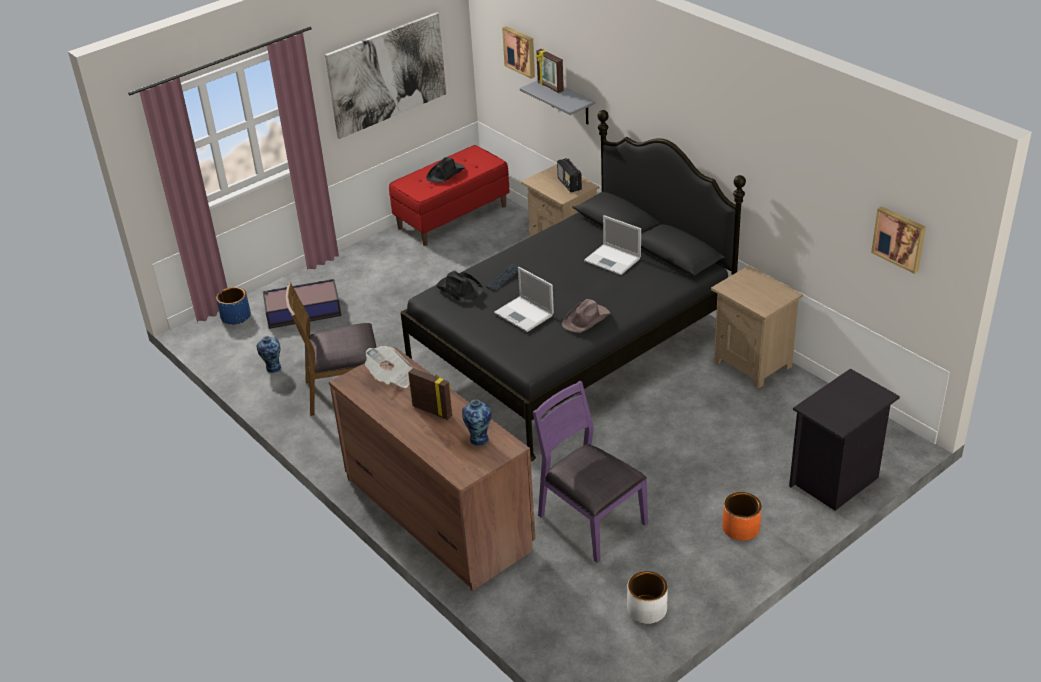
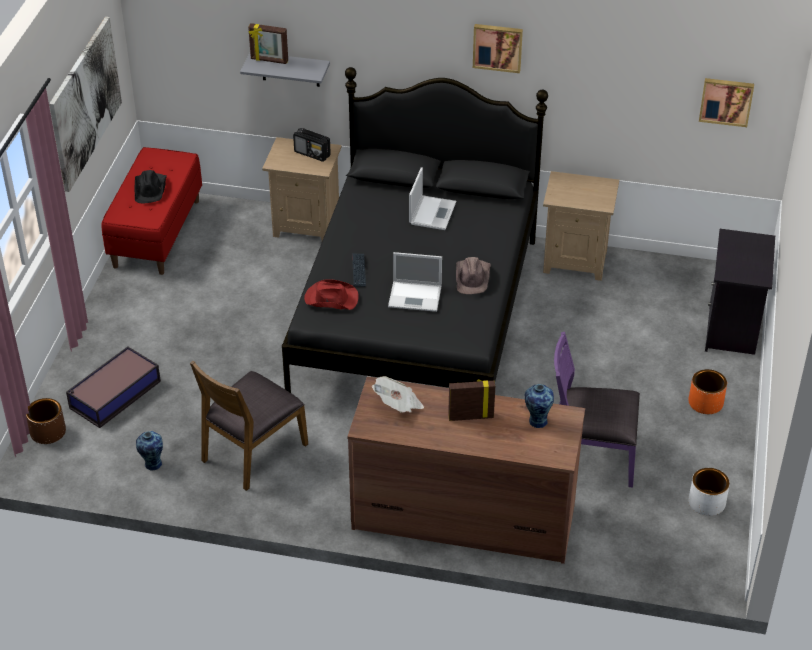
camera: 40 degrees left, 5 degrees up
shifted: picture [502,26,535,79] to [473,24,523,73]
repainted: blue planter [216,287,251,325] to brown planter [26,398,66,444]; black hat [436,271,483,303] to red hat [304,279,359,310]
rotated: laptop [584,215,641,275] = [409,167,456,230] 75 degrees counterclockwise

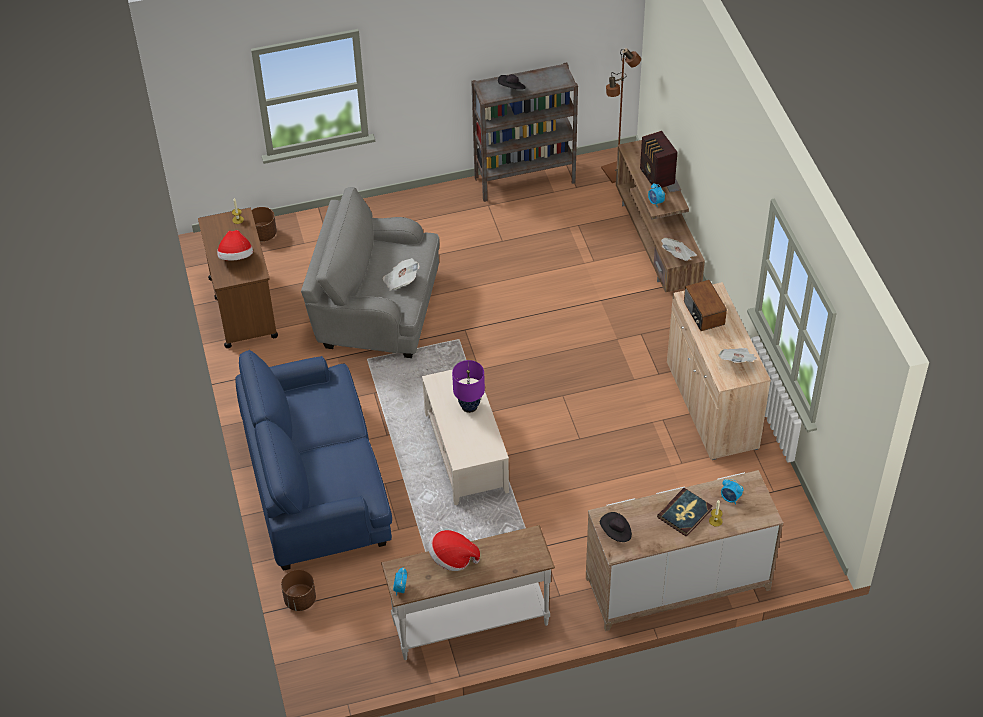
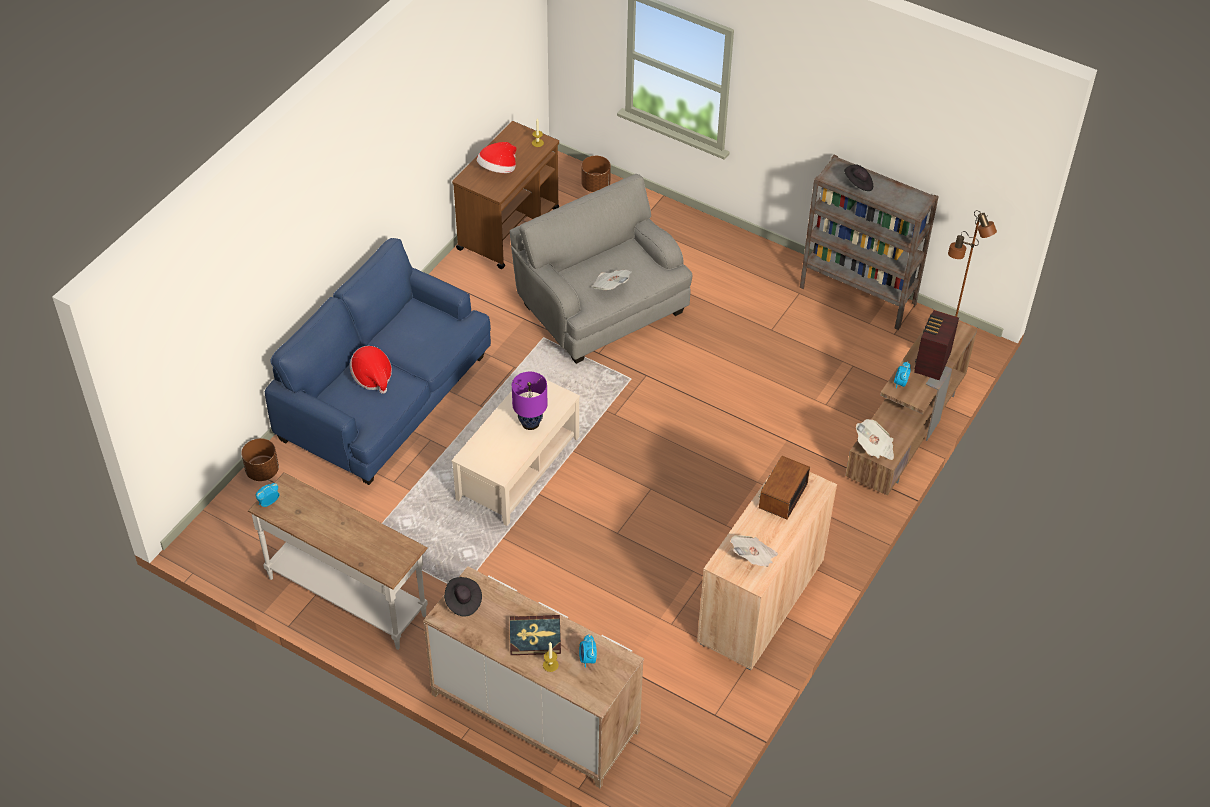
camera: 45 degrees right, 0 degrees up
shifted: hat [428,530,480,571] to [350,346,392,394]

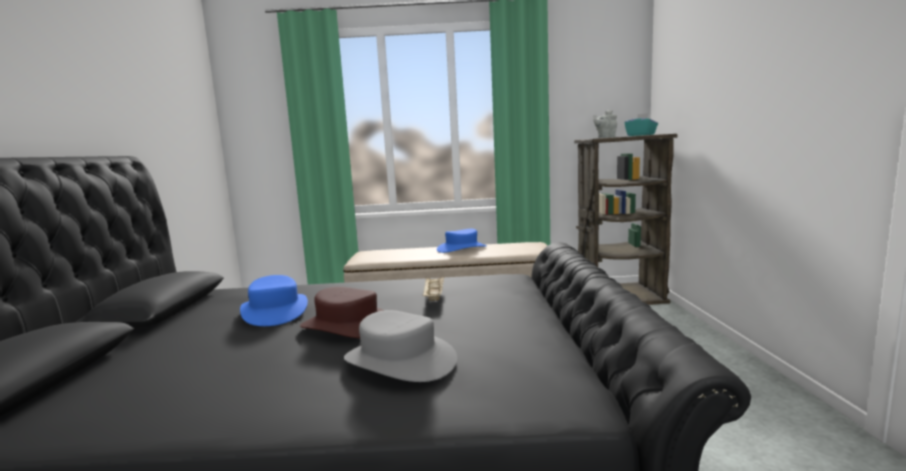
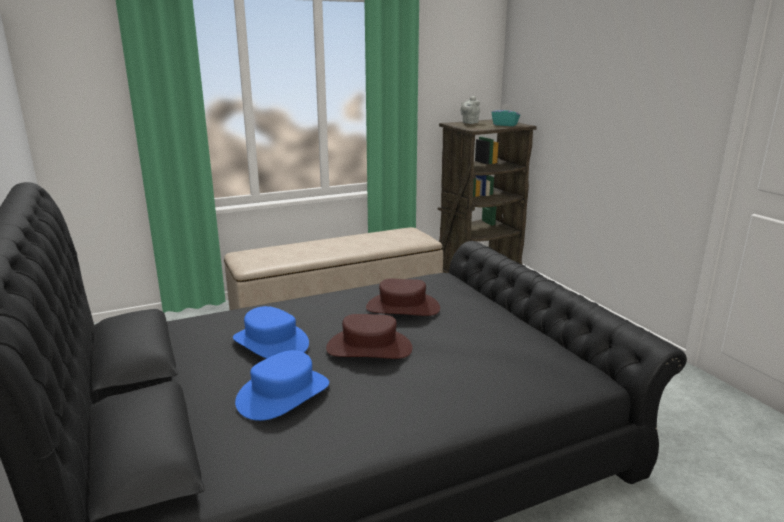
camera: 25 degrees left, 10 degrees up
gone: grey hat [344,310,457,382]
shifted: blue hat [437,229,487,253] to [235,350,329,421]
swapped: beige tray [423,277,444,301] to brown hat [366,278,440,316]

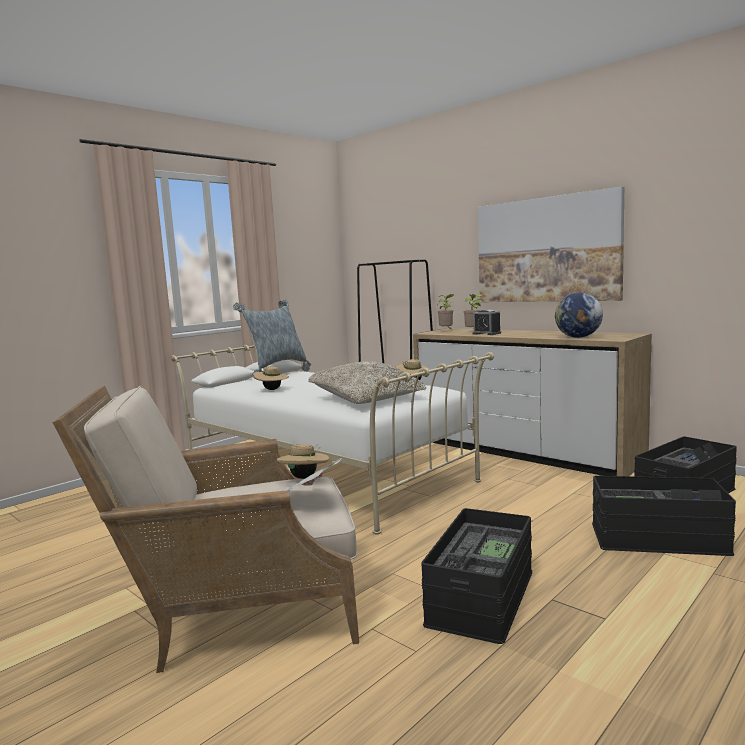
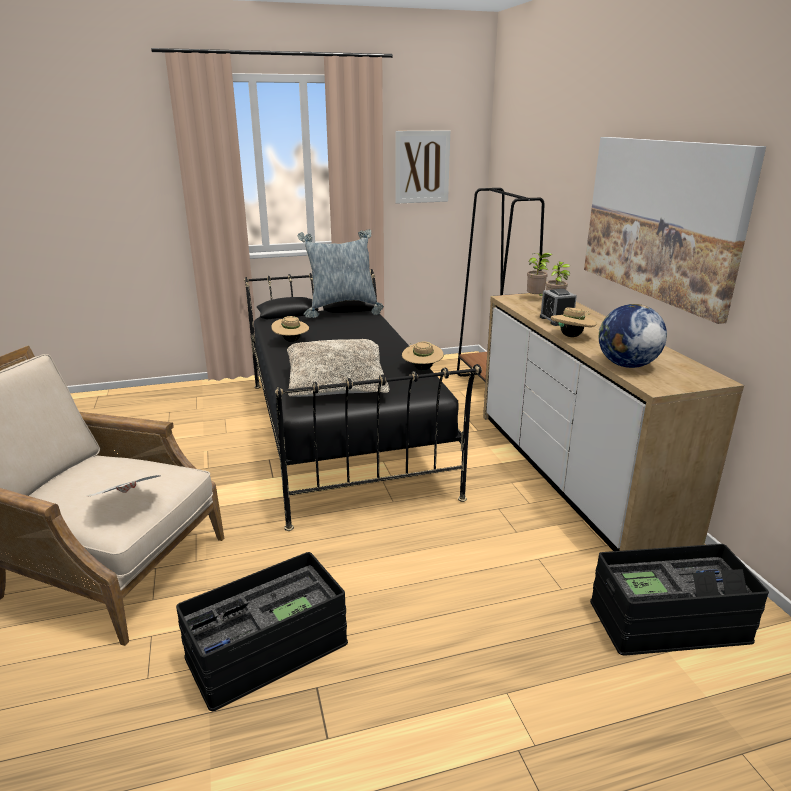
camera: 30 degrees right, 15 degrees up
gone: black storage box [592,476,736,556]
new: picture [395,130,450,204]
shifted: beige hat [277,444,330,479] to [551,307,597,337]
repainted: white bed [171,345,494,535] to black bed [244,269,482,531]

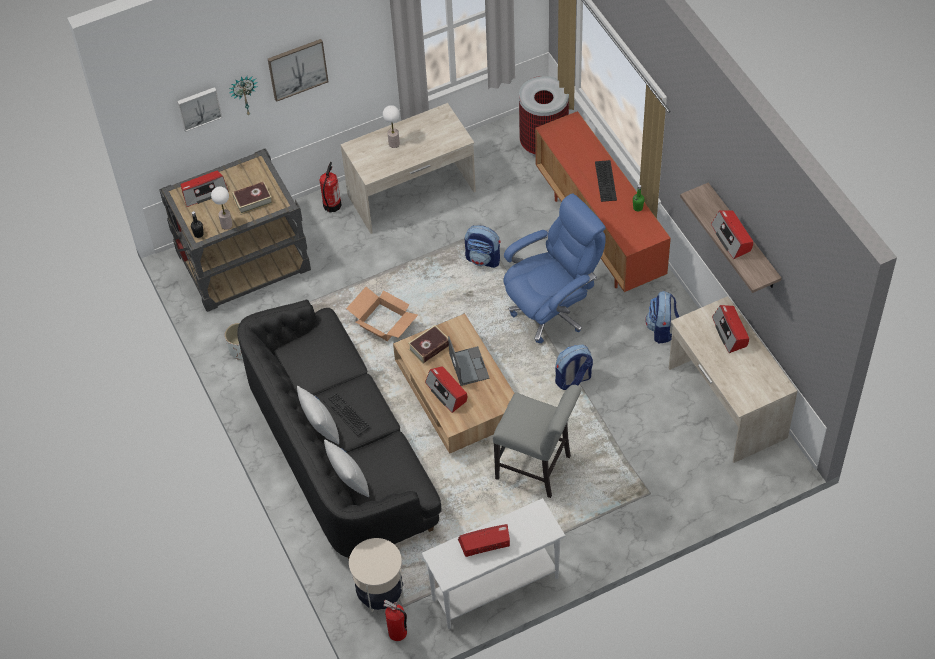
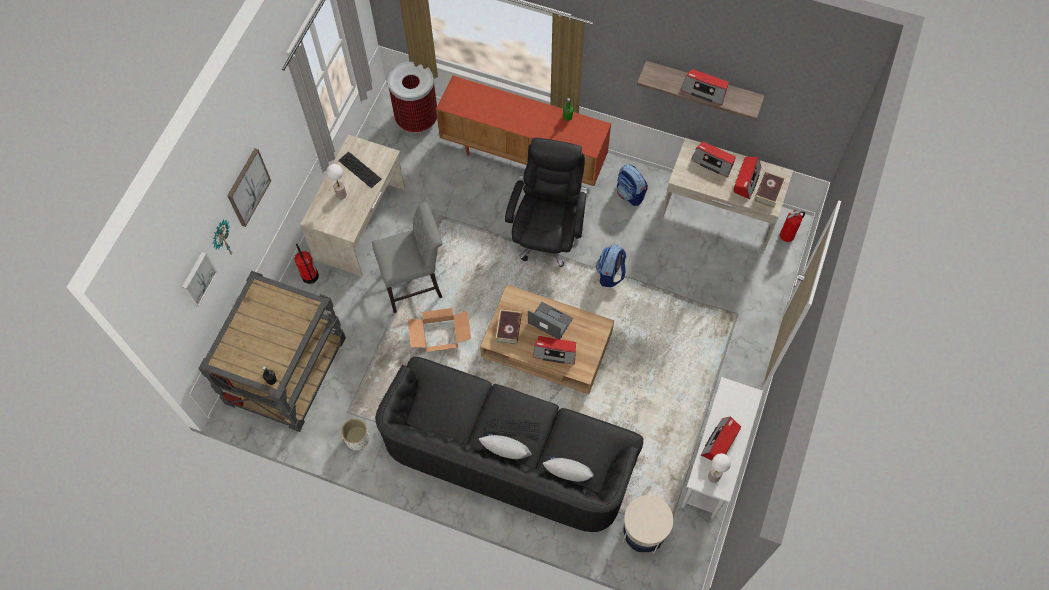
camera: 45 degrees left, 10 degrees up
gone: backpack [465,225,500,268]
shifted: radio [180,170,228,207] to [734,157,761,200]; table lamp [211,186,233,229] to [708,453,731,483]; book [232,181,273,215] to [754,172,786,208]; fire extinguisher [383,600,407,641] to [780,210,805,242]; grey stool [493,385,581,498] to [372,203,442,313]; keyboard [595,160,617,202] to [338,152,381,188]
repainted: blue office chair [504,193,606,344] to black office chair [505,138,587,267]

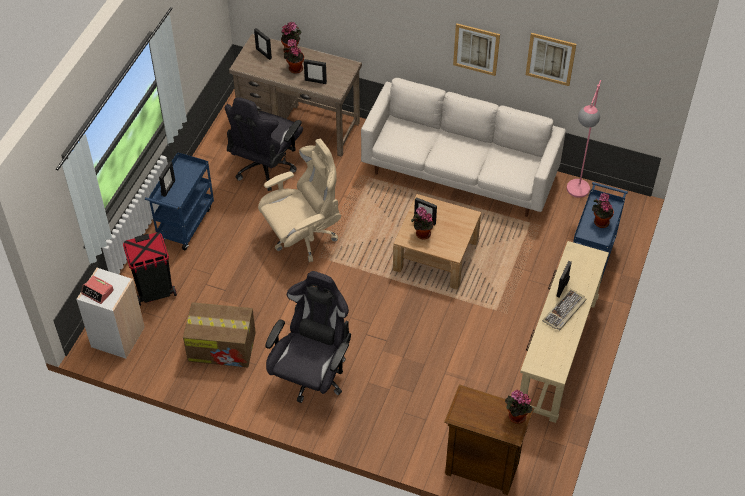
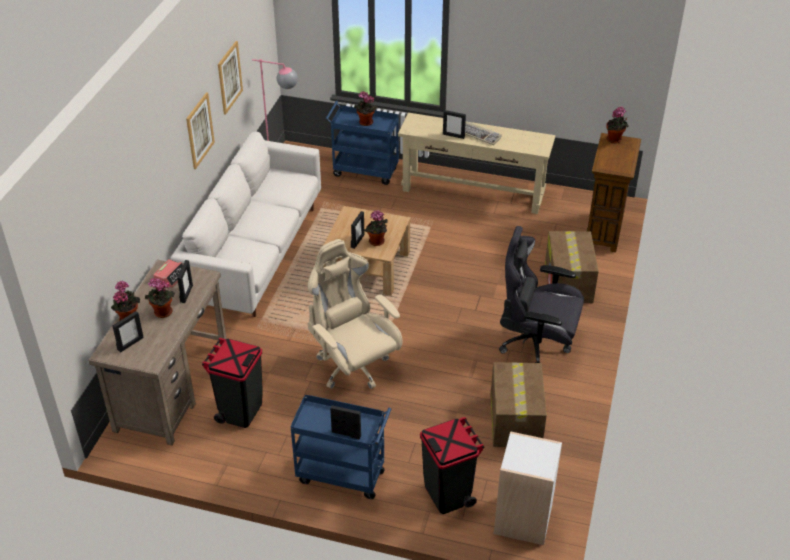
camera: 95 degrees left, 10 degrees down
new: cardboard box [545,231,599,303]
shifted: alarm clock [81,275,114,304] to [153,259,183,288]
swapped: black office chair [225,97,303,191] to black trash can [202,338,263,428]

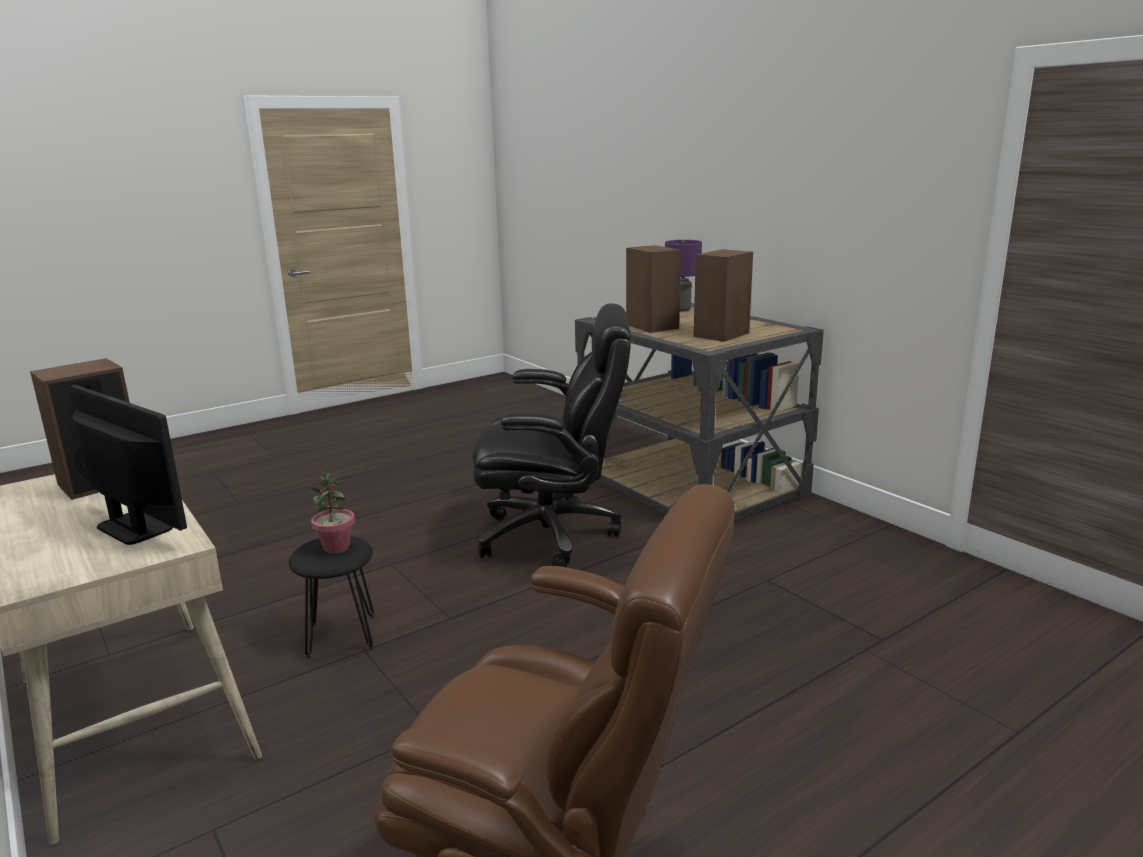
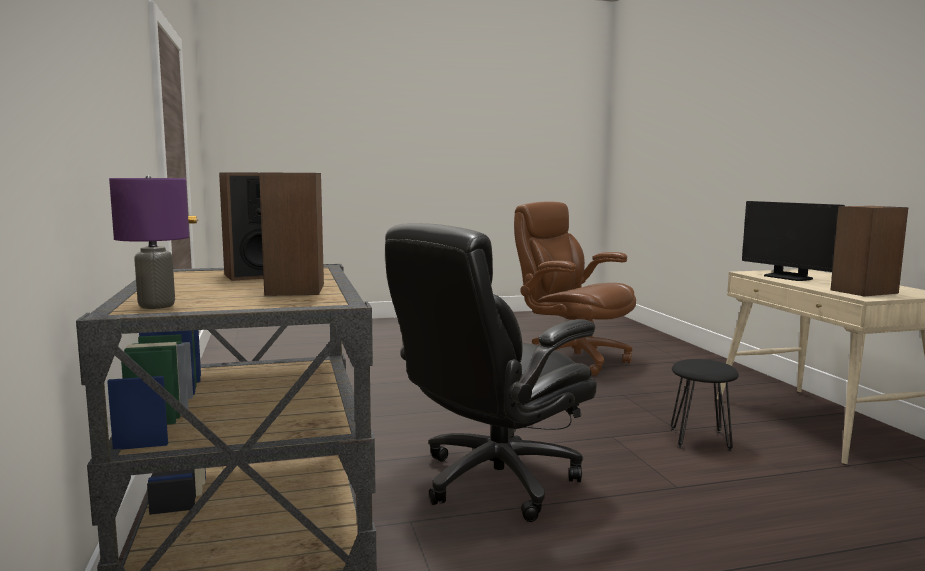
camera: 160 degrees left, 10 degrees down
gone: potted plant [310,472,355,553]
rotated: black office chair [473,303,631,567] = [385,223,597,522] 60 degrees counterclockwise

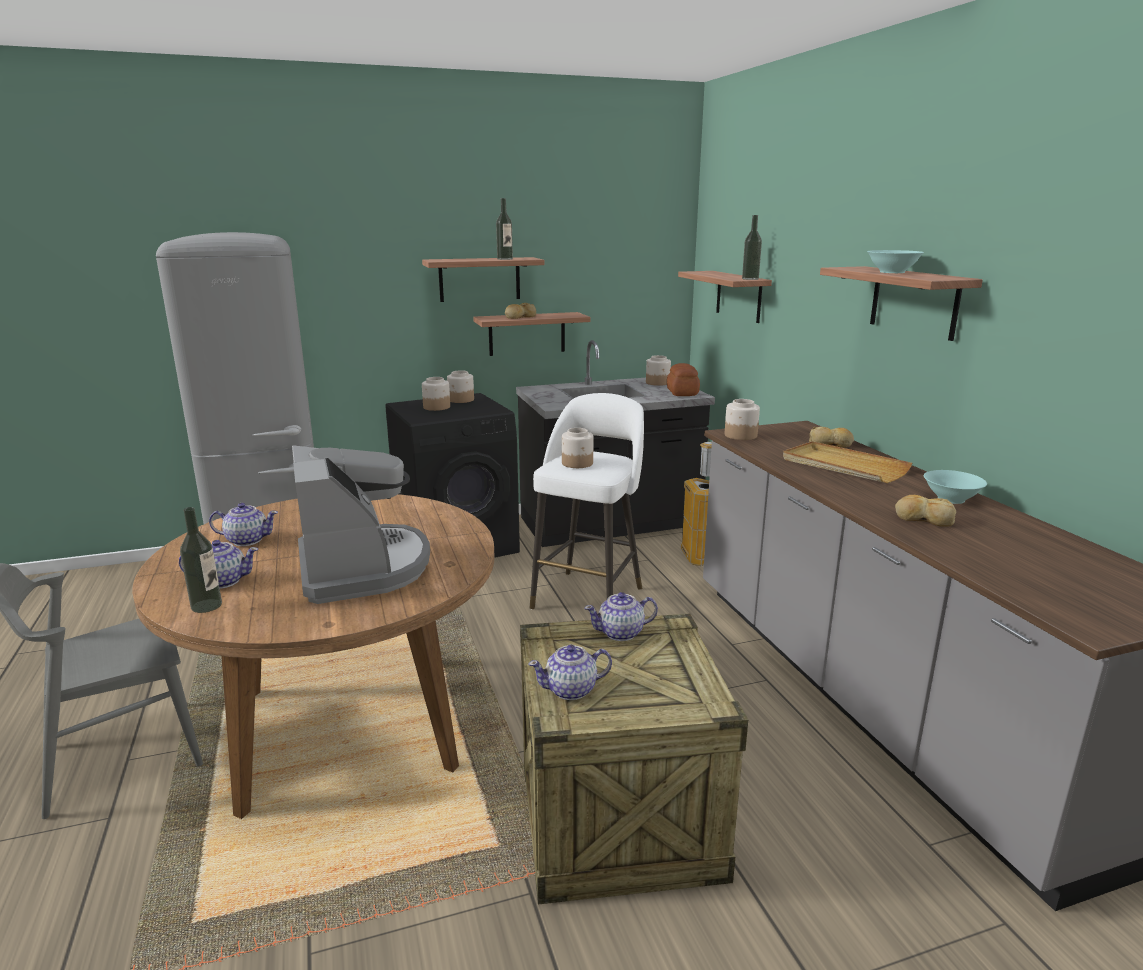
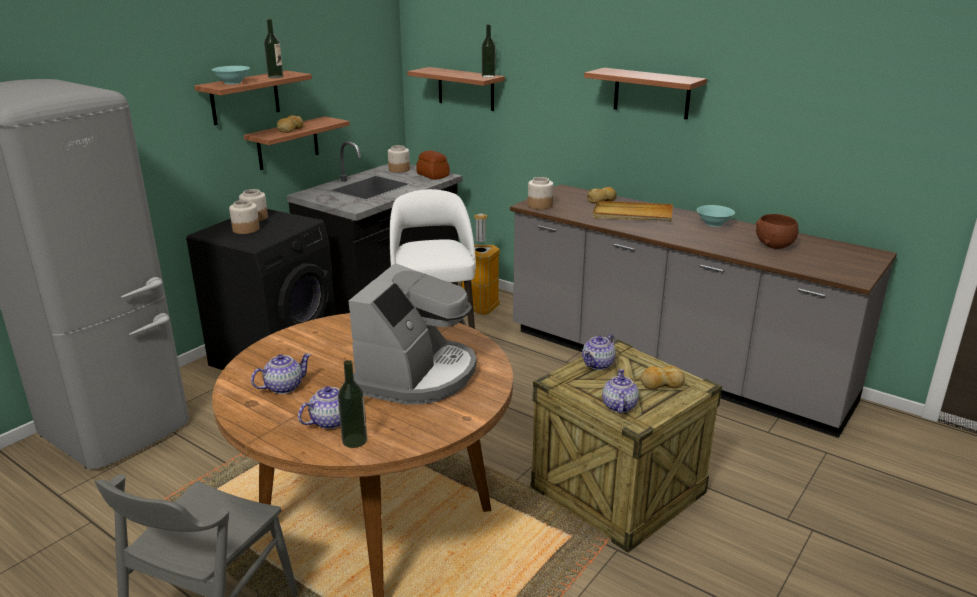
camera: 35 degrees left, 5 degrees up
gone: jar [562,428,594,468]
new: brown bowl [756,214,799,249]
shifted: turquoise bowl [867,250,924,273] to [211,66,250,84]; bread [895,495,956,527] to [640,366,685,390]
rotated: coffee machine [292,445,430,604] = [349,263,476,404] 75 degrees clockwise; teapot [528,645,612,700] = [602,369,639,414] 150 degrees clockwise

